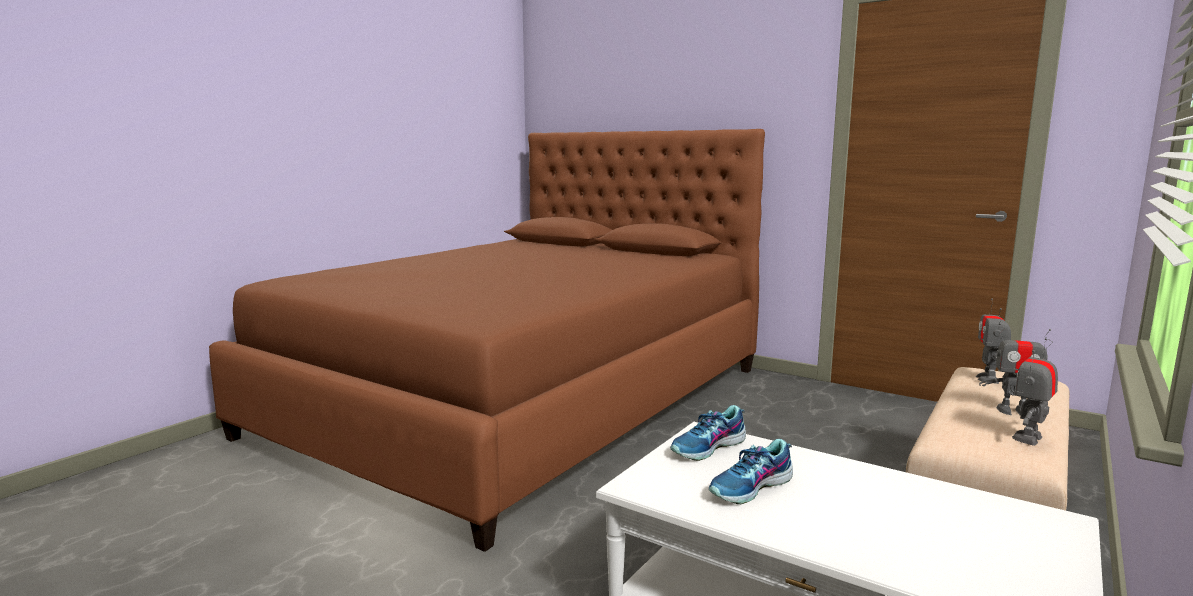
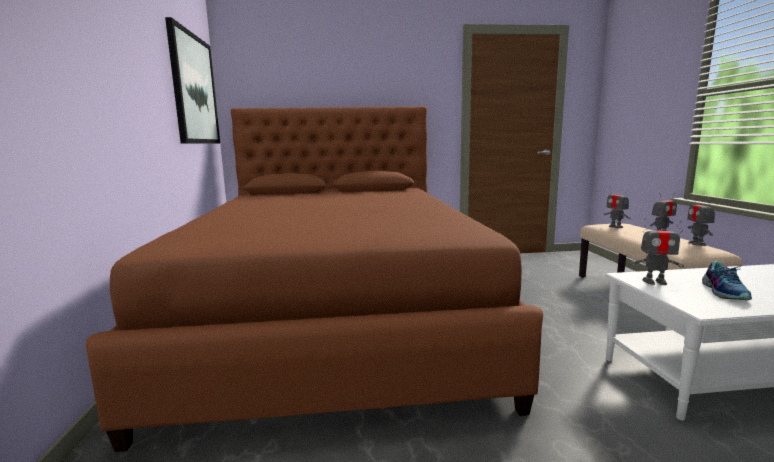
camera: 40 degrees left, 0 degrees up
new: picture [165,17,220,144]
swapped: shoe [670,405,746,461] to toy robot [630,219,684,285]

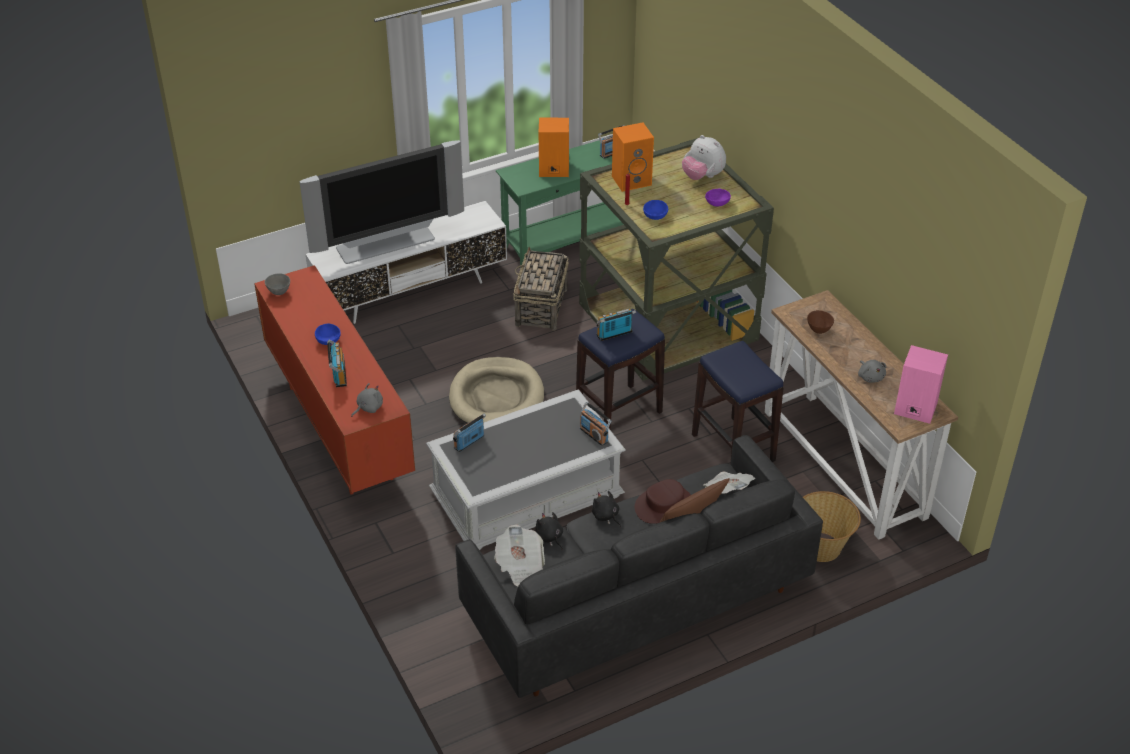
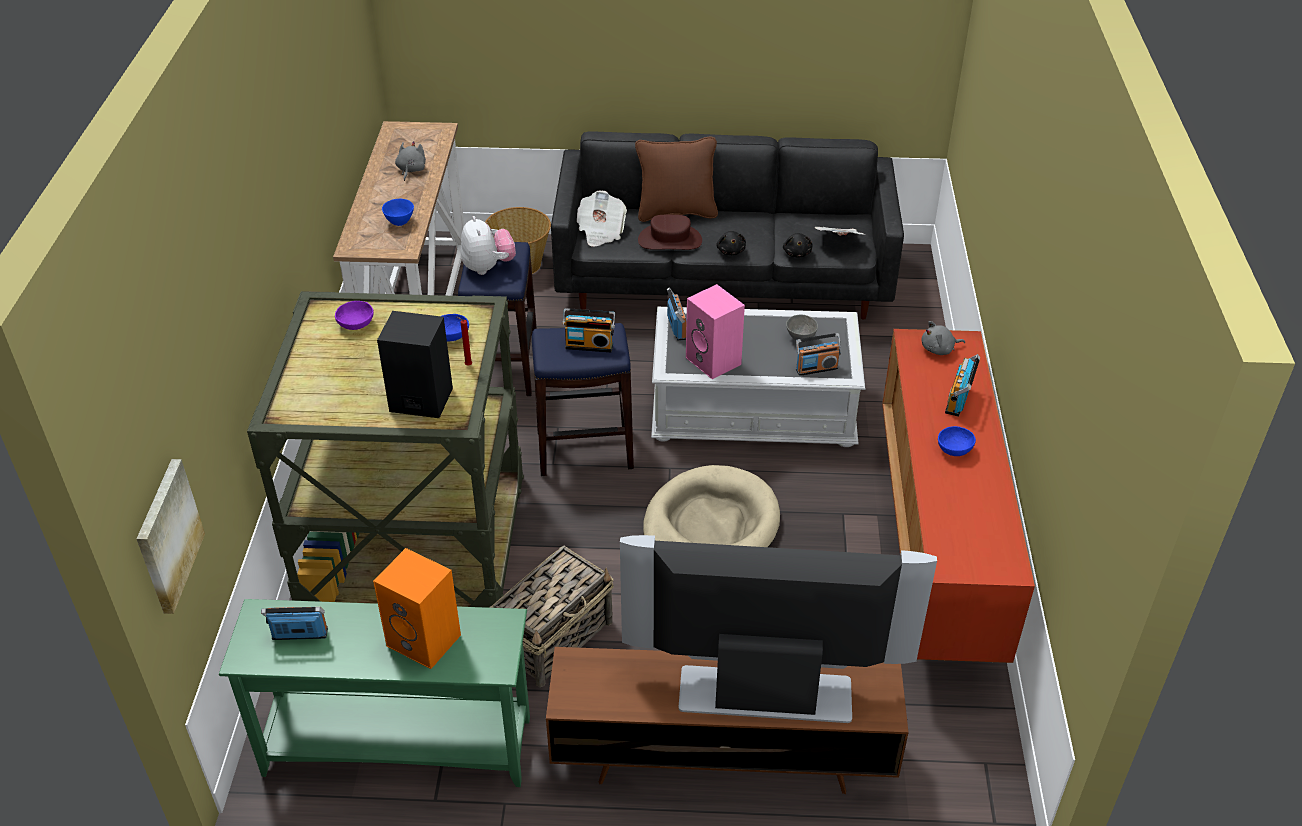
camera: 150 degrees left, 0 degrees up
new: picture [137,459,205,614]
shifted: grey bowl [265,273,290,295] to [786,315,818,343]; plush toy [682,135,726,180] to [461,216,516,275]; pink speaker [894,345,948,424] to [686,284,745,379]
repainted: white tv stand [305,201,507,324] to brown tv stand [546,647,909,794]; orange speaker [612,122,654,192] to black speaker [377,311,453,418]; brown bowl [807,310,834,334] to blue bowl [382,199,414,226]

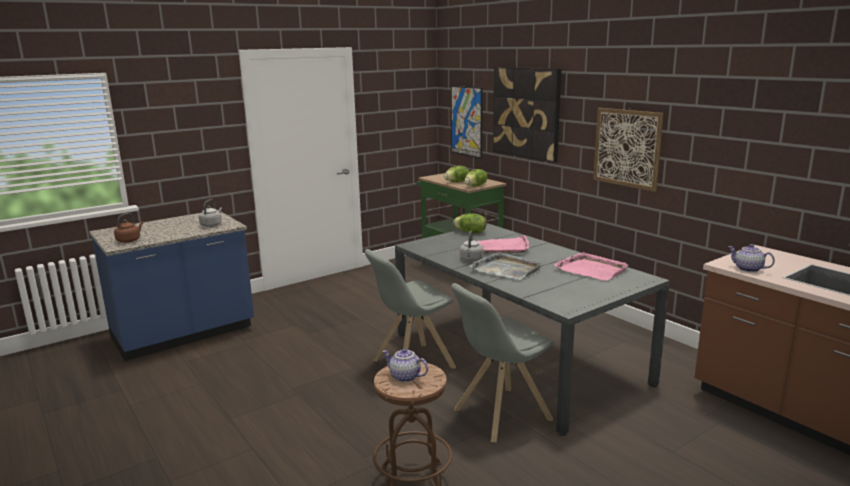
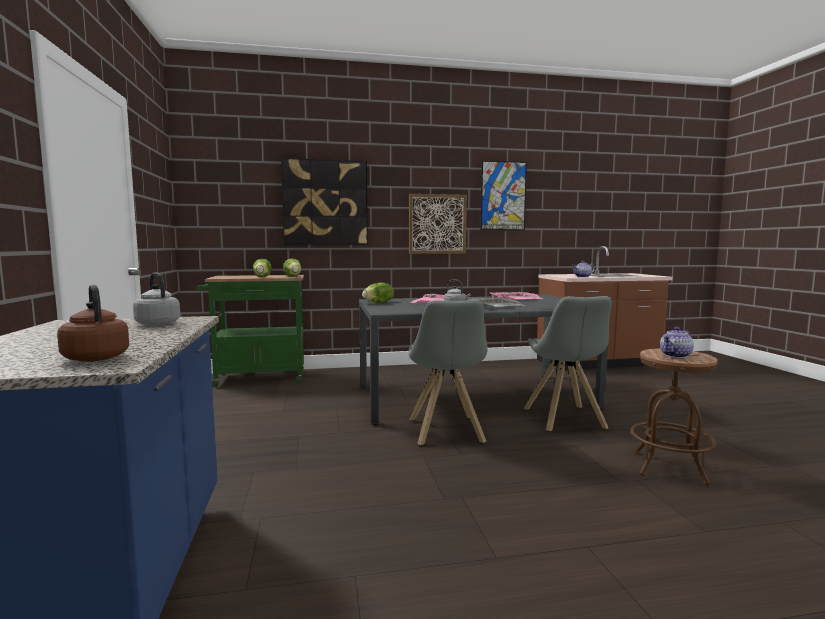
camera: 65 degrees left, 10 degrees down
shifted: picture [451,86,483,159] to [480,161,527,231]

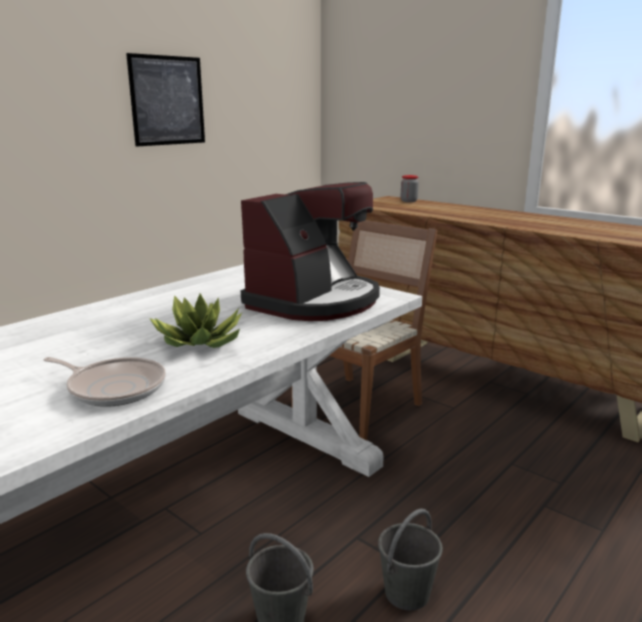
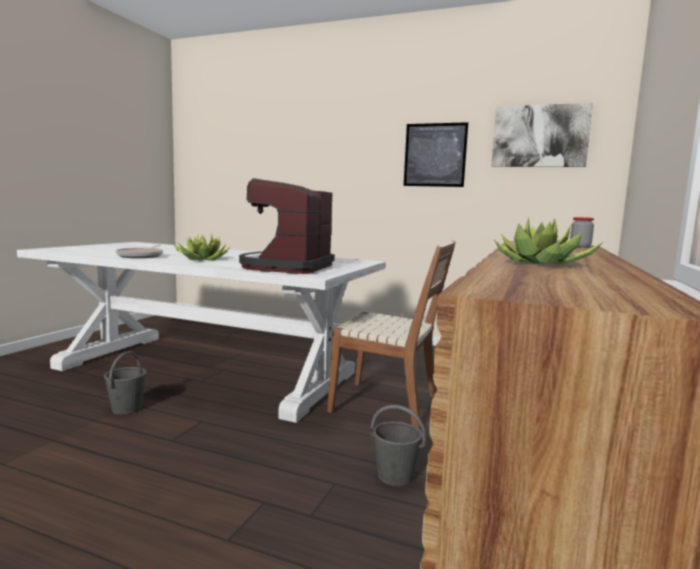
camera: 70 degrees right, 10 degrees down
new: picture [491,103,593,167]; potted plant [494,218,603,264]
shifted: grey bucket [378,509,443,611] to [370,405,426,486]
rotated: coffee machine [241,182,380,321] = [239,178,335,274] 90 degrees clockwise

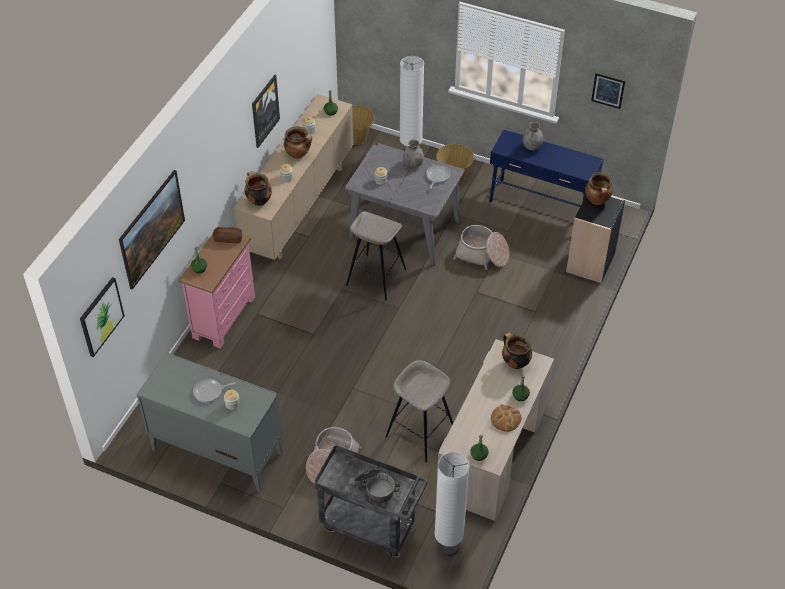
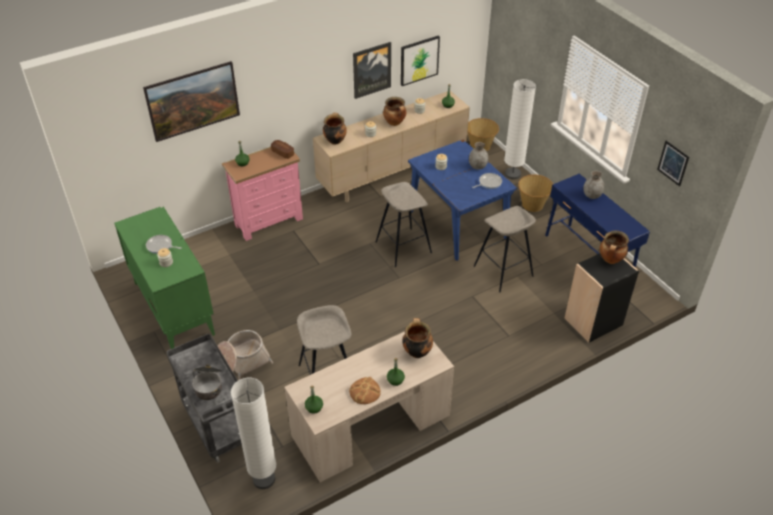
camera: 35 degrees right, 5 degrees down
shifted: picture [80,277,125,357] to [401,36,440,86]
swapped: basket [453,225,509,270] to grey stool [474,206,536,293]
repainted: grey cabinet [136,353,283,492] to green cabinet [114,206,215,349]; grey dining table [344,142,465,266] to blue dining table [408,139,517,261]

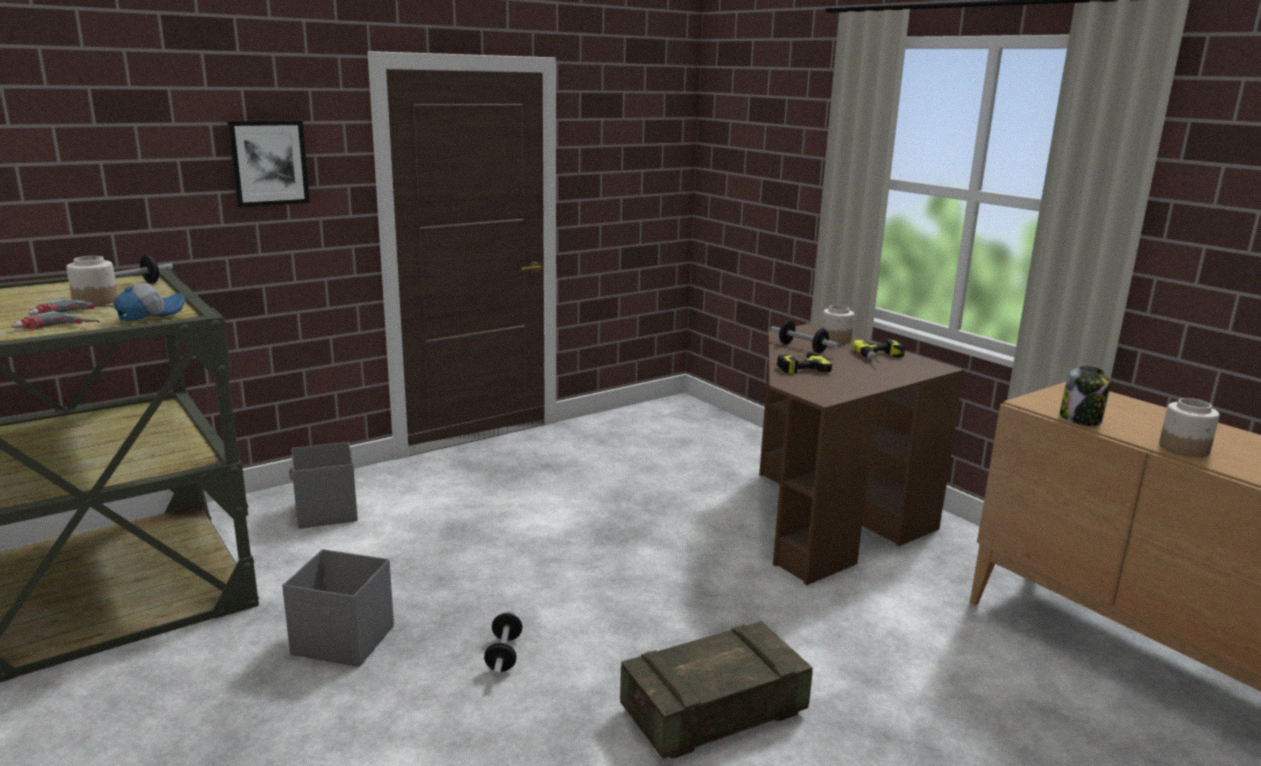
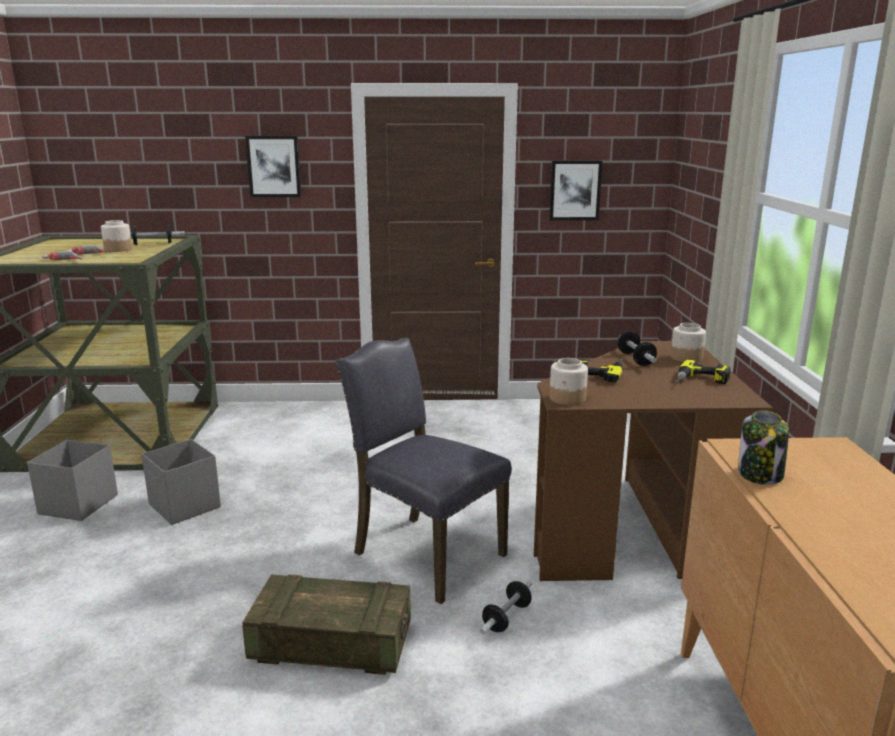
camera: 35 degrees right, 0 degrees up
gone: cap [113,283,186,321]
new: grey chair [335,338,512,604]; picture [549,160,602,220]
shifted: grey storage box [289,442,358,529] to [27,440,118,521]; dumbbell [484,610,522,677] to [480,580,532,634]; jar [1159,398,1220,457] to [550,358,588,405]

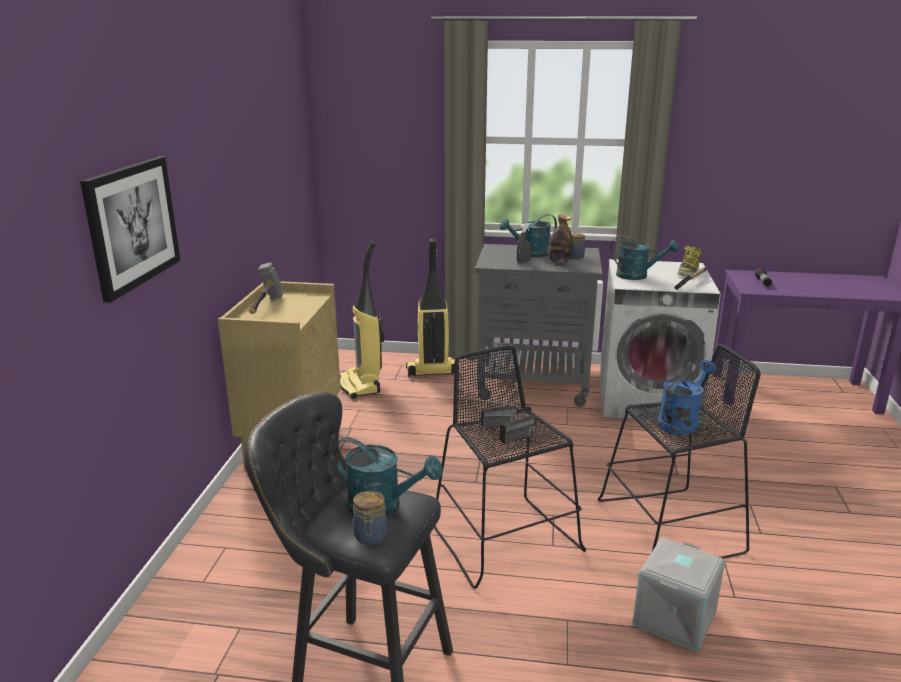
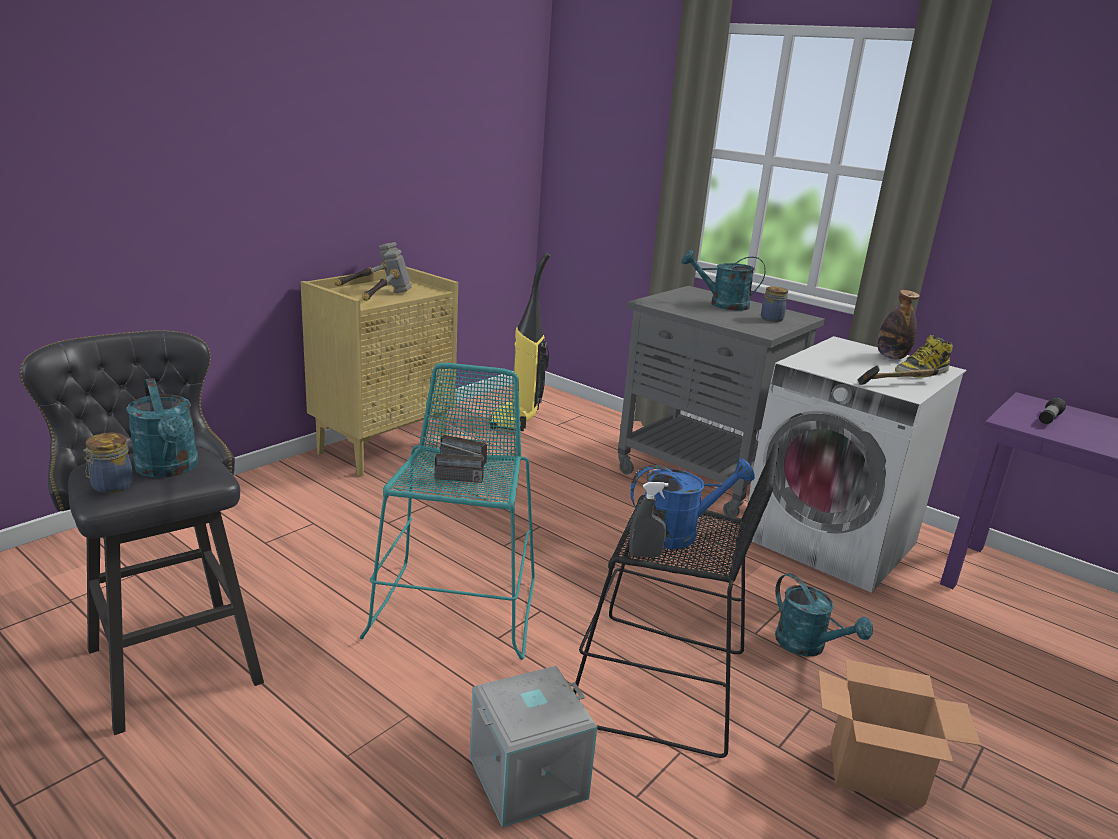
camera: 30 degrees right, 0 degrees up
gone: picture [80,156,181,303]; vacuum cleaner [406,239,459,377]
new: hammer [362,249,412,301]; cardboard box [819,659,981,806]
shifted: grey spray bottle [517,223,531,264] to [629,482,669,557]; bottle [548,214,573,264] to [877,290,920,359]; turquoise watering can [611,235,679,280] to [775,573,873,657]
repainted: black stool [434,345,586,589] to turquoise stool [360,363,535,660]

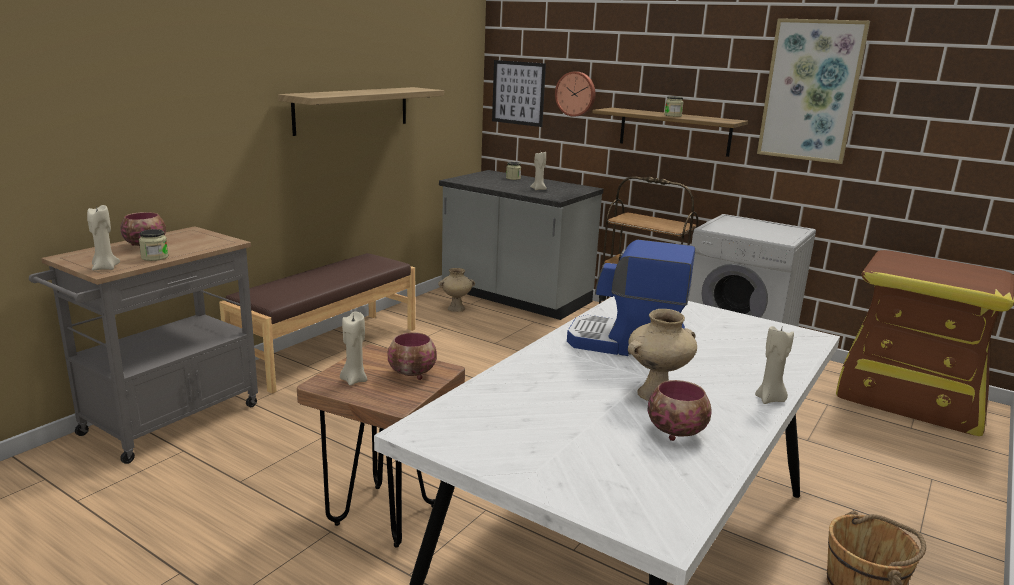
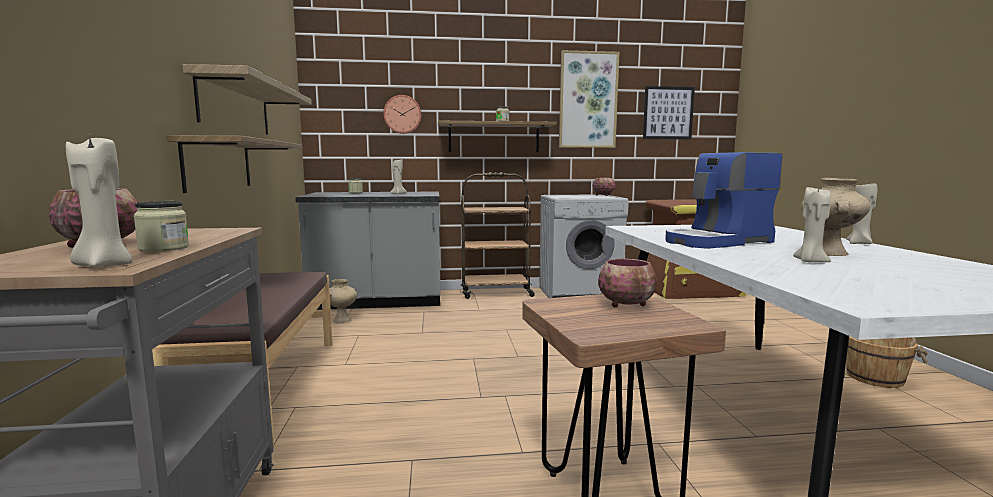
camera: 40 degrees left, 10 degrees down
new: shelf [166,135,302,193]
shifted: beige candle [340,312,367,386] to [793,187,831,263]; picture [492,60,546,127] to [643,86,695,140]; bowl [647,380,712,441] to [593,178,616,196]

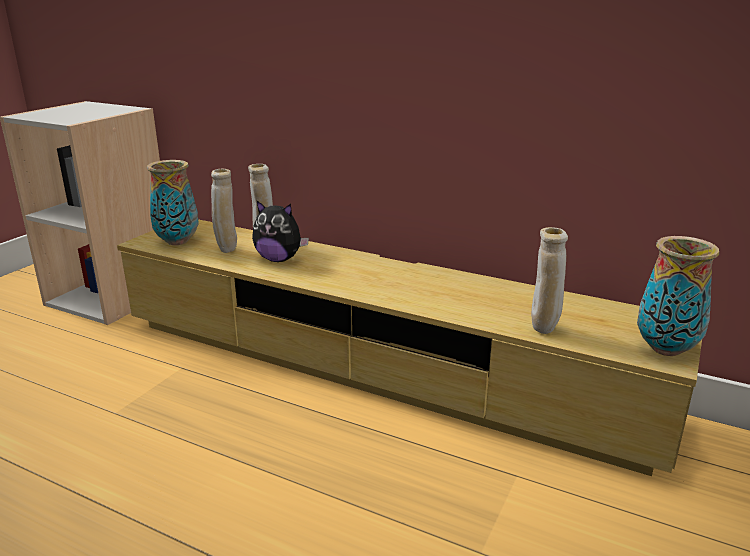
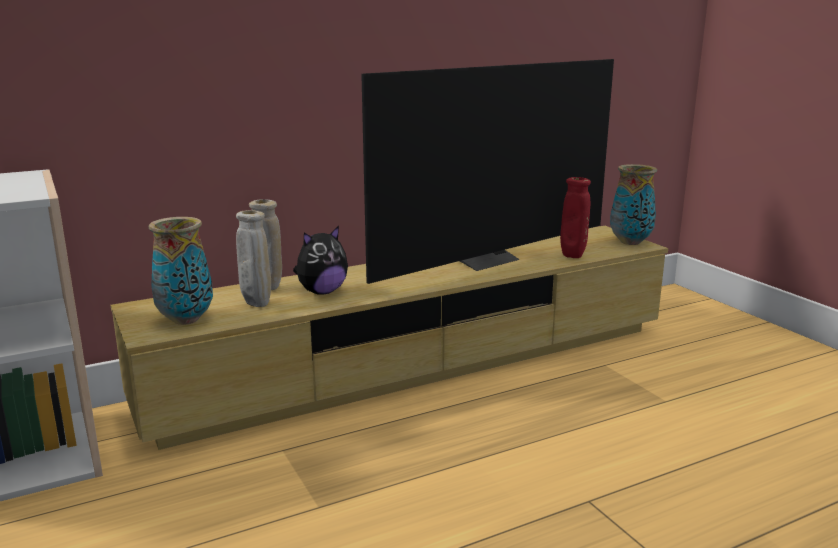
camera: 55 degrees left, 5 degrees down
new: television [361,59,614,284]
repainted: beige vase [531,227,568,334] to red vase [560,177,591,258]

